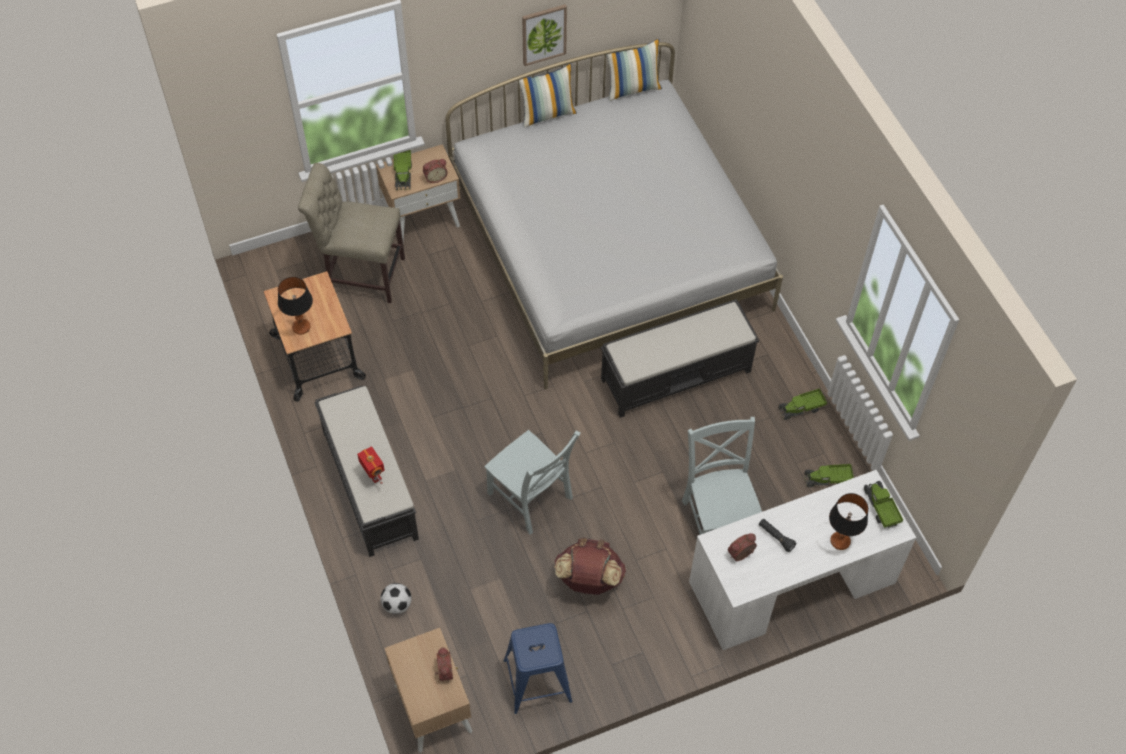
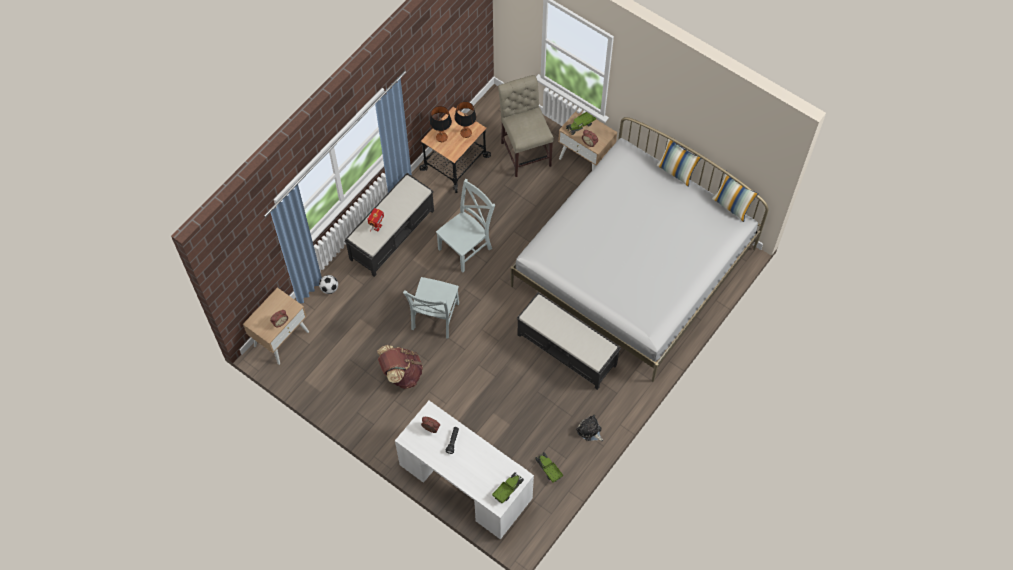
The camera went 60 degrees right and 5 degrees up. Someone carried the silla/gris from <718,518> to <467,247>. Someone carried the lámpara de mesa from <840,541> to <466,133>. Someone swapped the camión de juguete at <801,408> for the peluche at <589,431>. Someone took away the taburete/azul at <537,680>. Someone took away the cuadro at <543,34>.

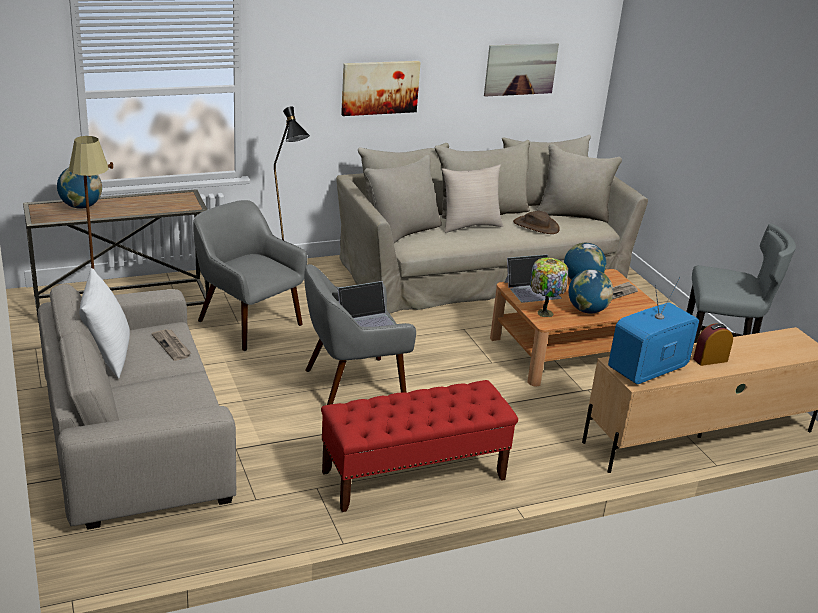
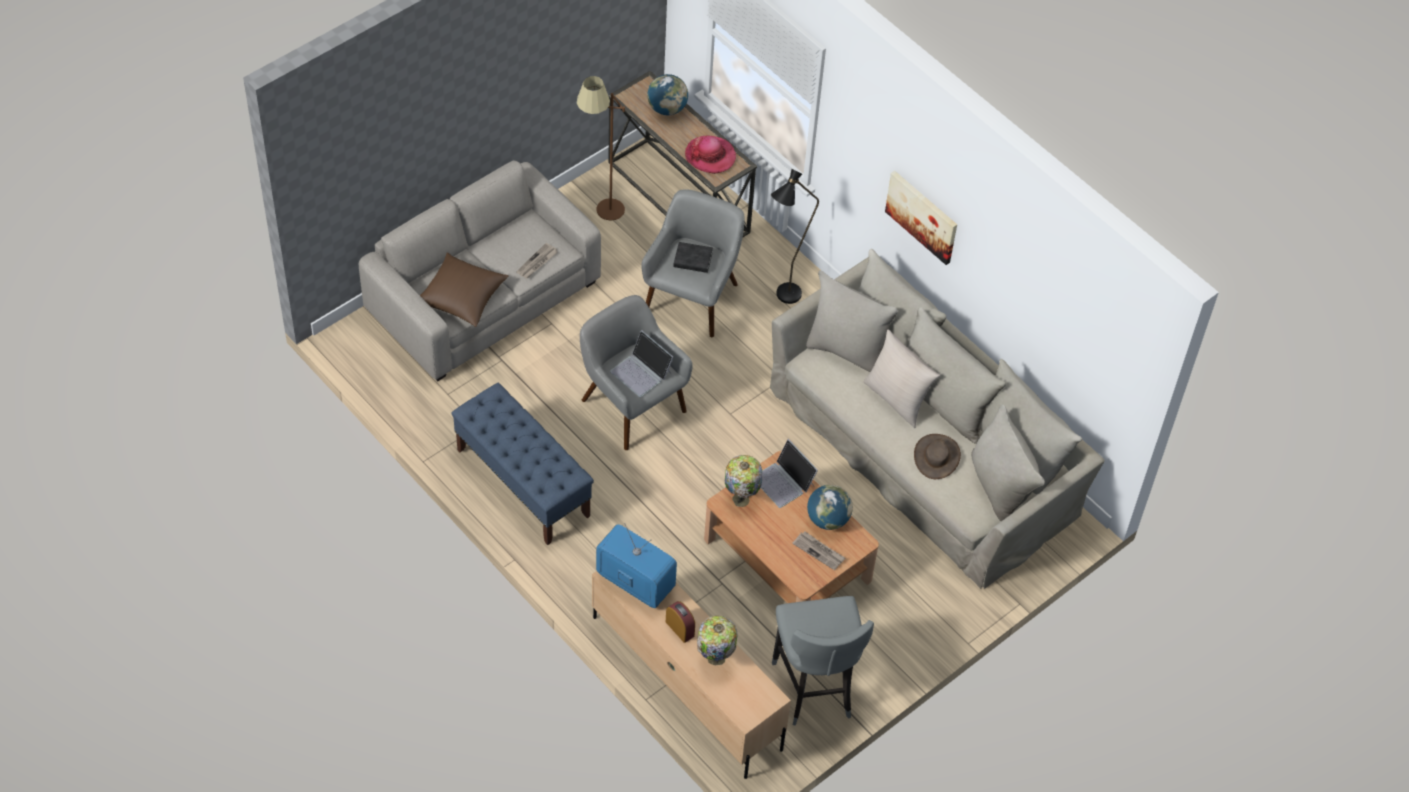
The camera went 70 degrees right and 25 degrees up. Someone put down the cojín/marrón at <461,297>. Someone repainted the banco/rojo at <413,476>, which became the banco/azul at <522,482>. Someone put down the libro/negro at <693,260>. Someone put down the sombrero at <710,156>. Someone put down the lámpara de mesa at <715,659>. Someone took away the cojín/blanco at <108,356>. Someone took away the cuadro at <520,69>. Someone took away the globo terráqueo at <587,310>.

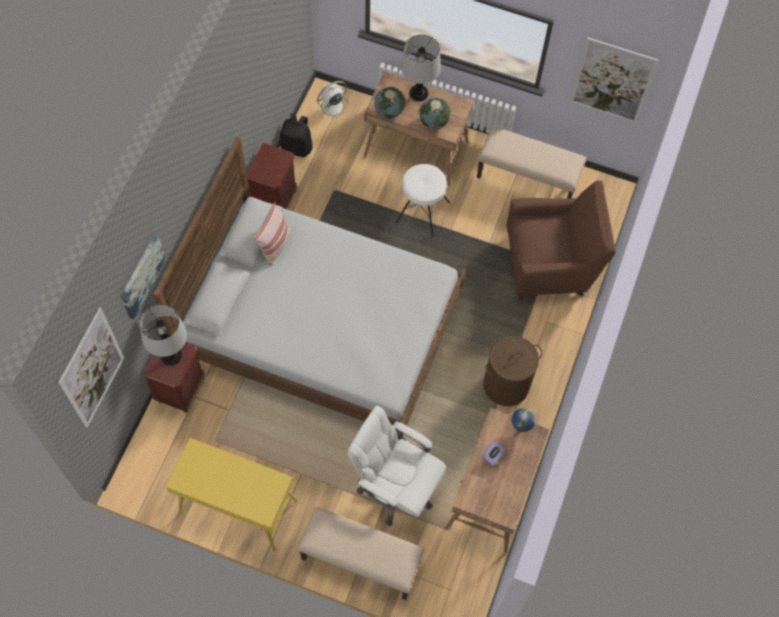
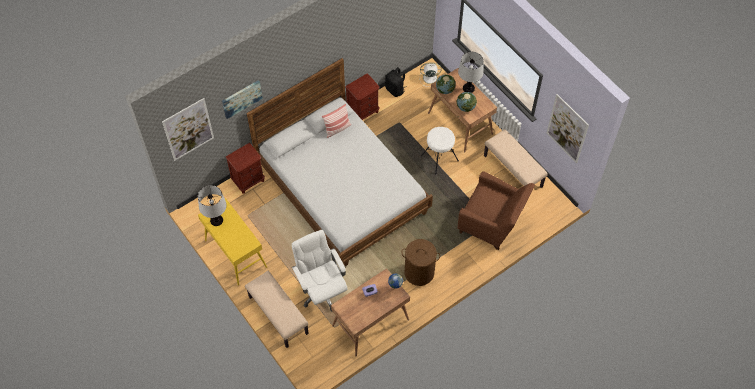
The camera went 35 degrees right and 5 degrees down. Someone carried the lámpara de mesa from <171,355> to <216,220>.

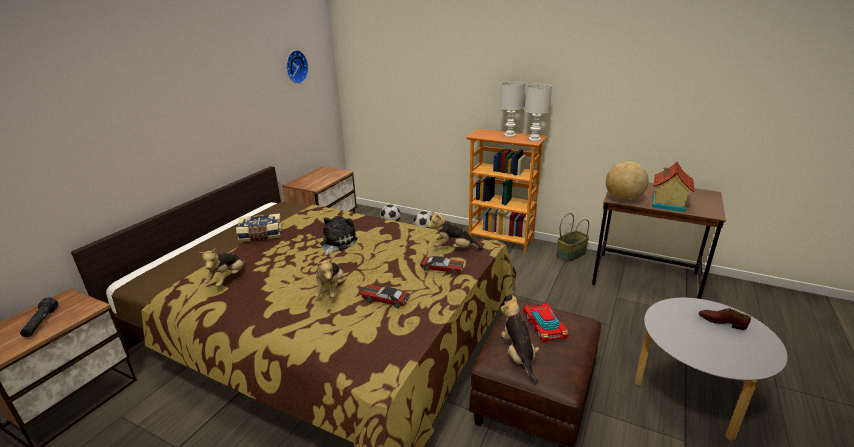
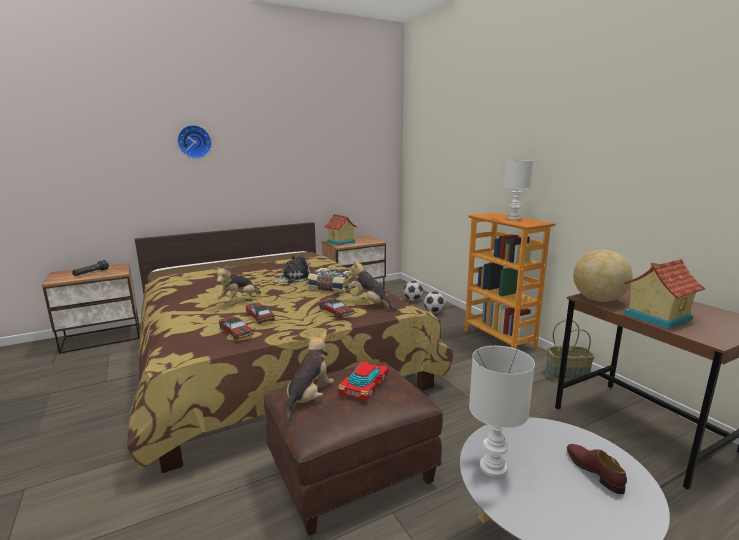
The camera went 35 degrees right and 10 degrees down. Someone carried the reloj de pared from <295,67> to <194,142>. Someone put down the coche de juguete at <236,332>. Someone carried the libro from <261,235> to <331,287>. Someone put down the casita at <340,242>. Someone carried the lámpara de mesa/blanco from <534,139> to <492,466>. Someone took away the peluche at <228,279>.

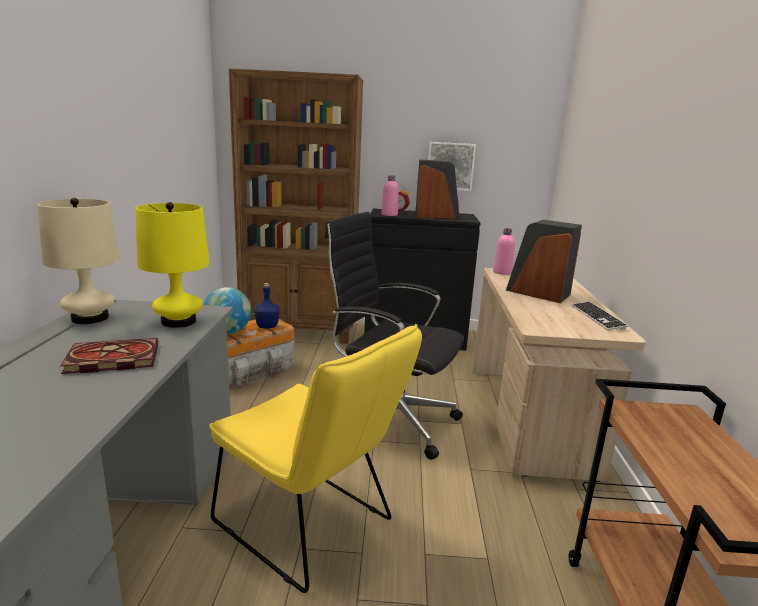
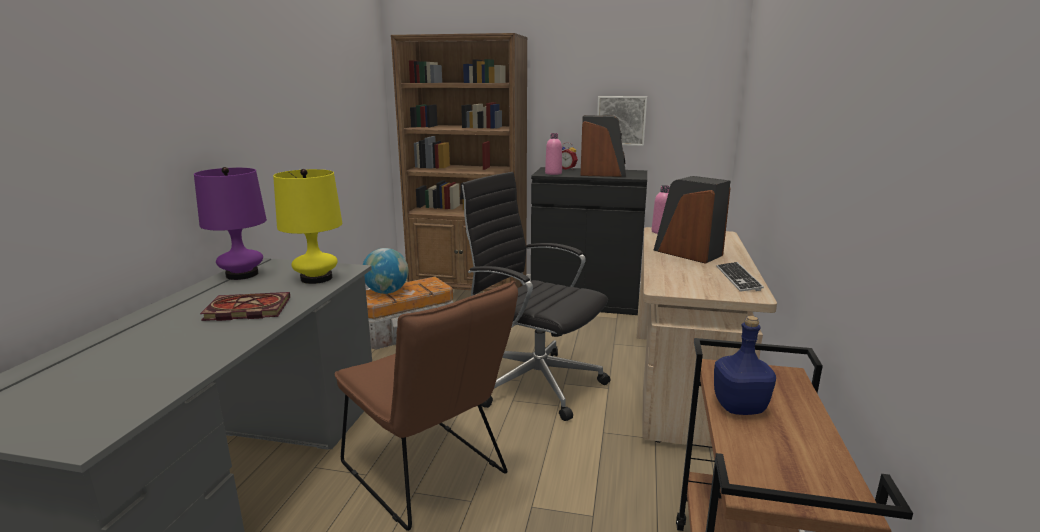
The camera went 10 degrees right and 0 degrees up. Someone repainted the lámpara de mesa/beis at <90,318>, which became the lámpara de mesa/morado at <242,274>. Someone repainted the silla/amarillo at <310,526>, which became the silla/marrón at <429,474>. Someone carried the botella/azul from <266,326> to <738,407>.

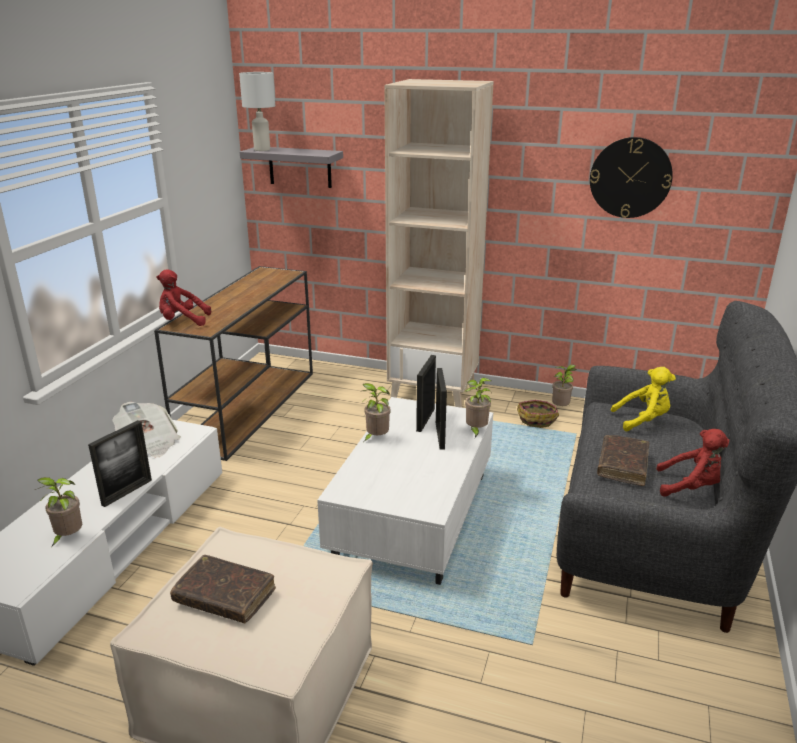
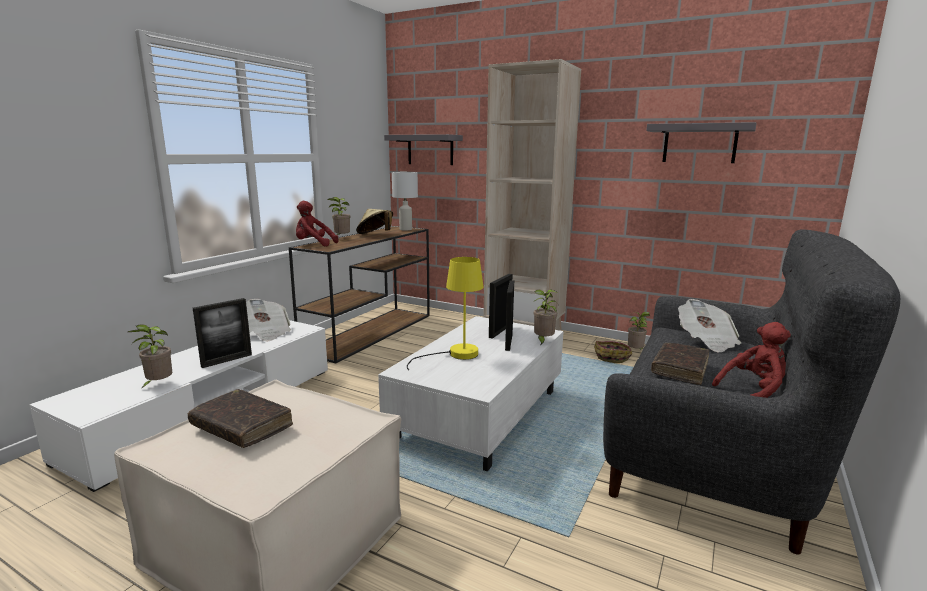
The camera went 10 degrees right and 10 degrees down. Someone carried the planta en maceta from <376,438> to <341,238>. Someone put down the sombrero/beis at <375,235>. Someone carried the lámpara de mesa/blanco from <261,150> to <405,229>. Someone put down the lámpara de mesa/amarillo at <455,355>. Someone swapped the reloj de pared at <630,178> for the estante/gris at <699,143>. Someone swapped the peluche/amarillo at <643,420> for the periódico at <706,341>. Someone rotated the peluche/rojo at <691,487> by 45 degrees counterclockwise.

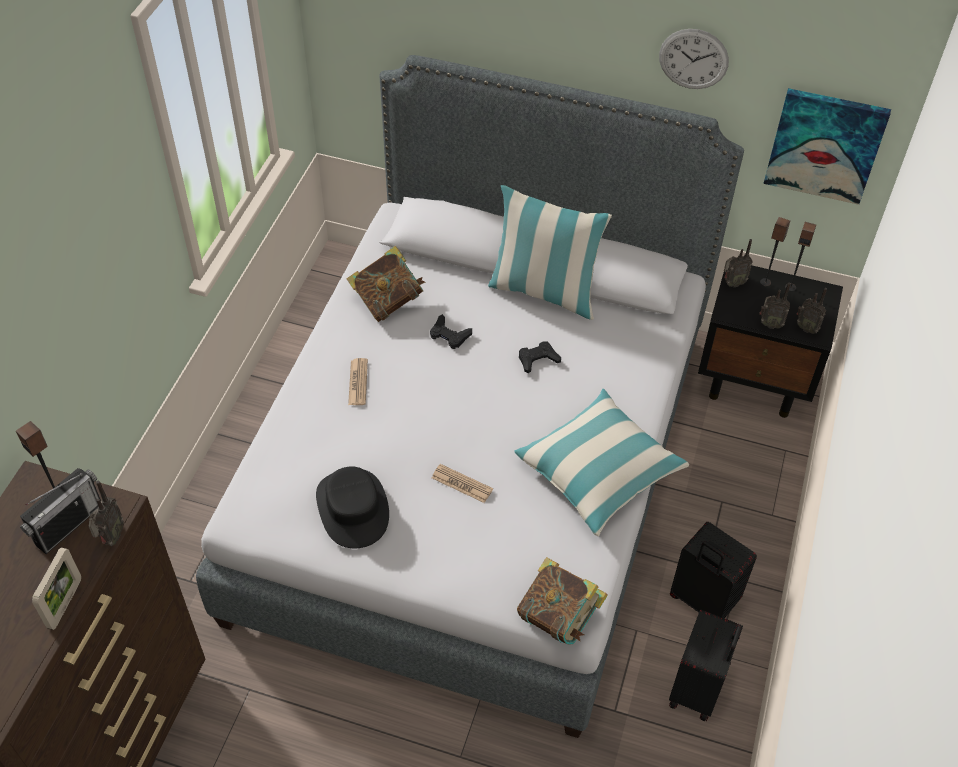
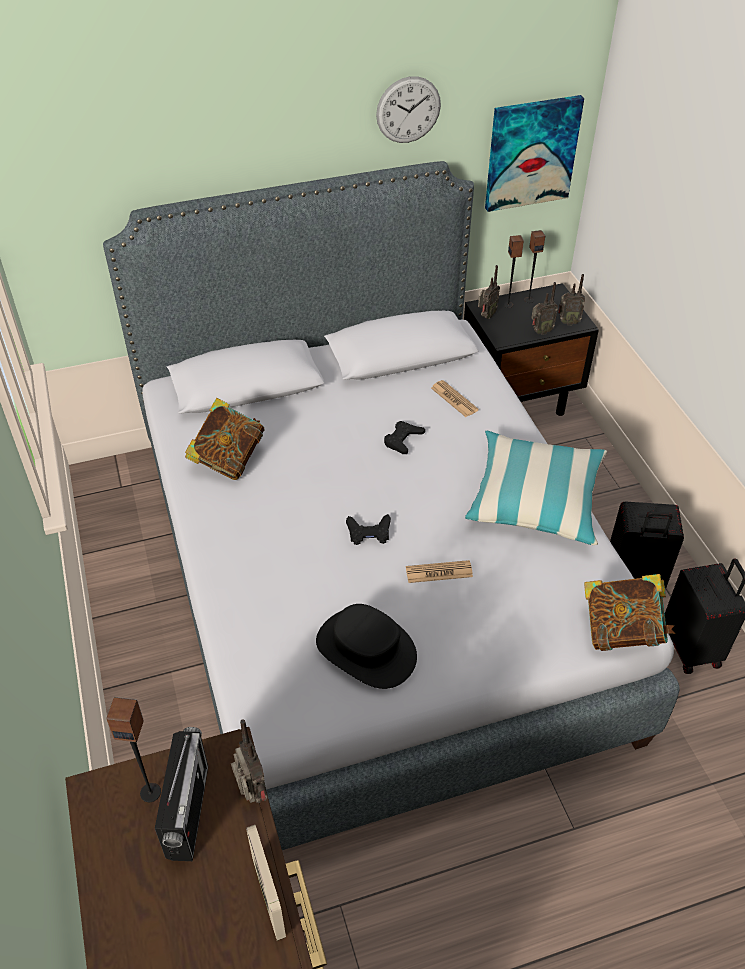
The camera went 35 degrees left and 5 degrees down. Someone carried the mando de consola/negro from <449,335> to <369,533>. Someone carried the periódico from <358,382> to <454,399>. Someone took away the cojín at <544,291>.

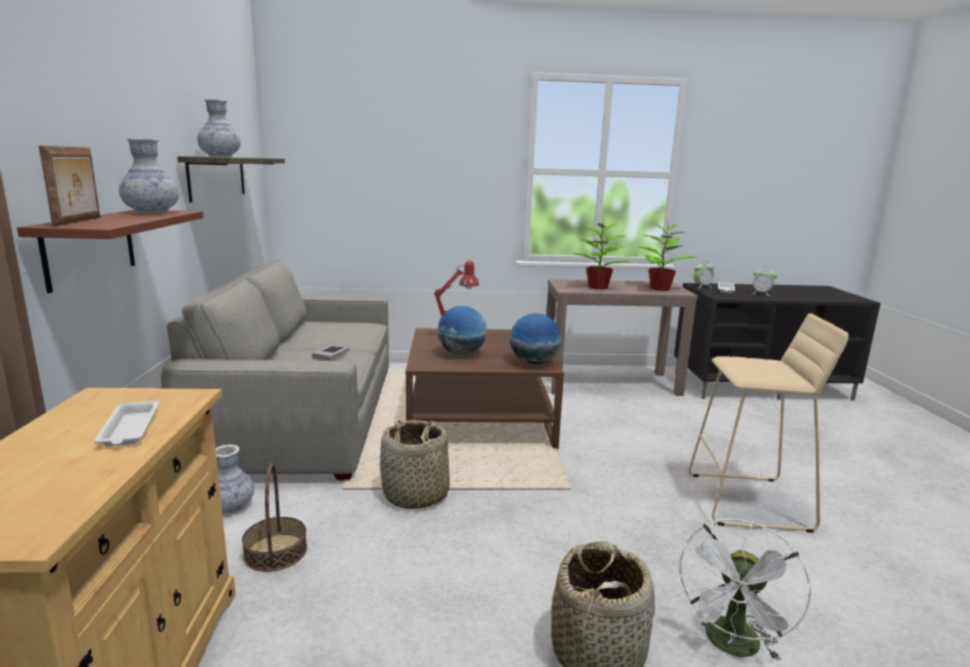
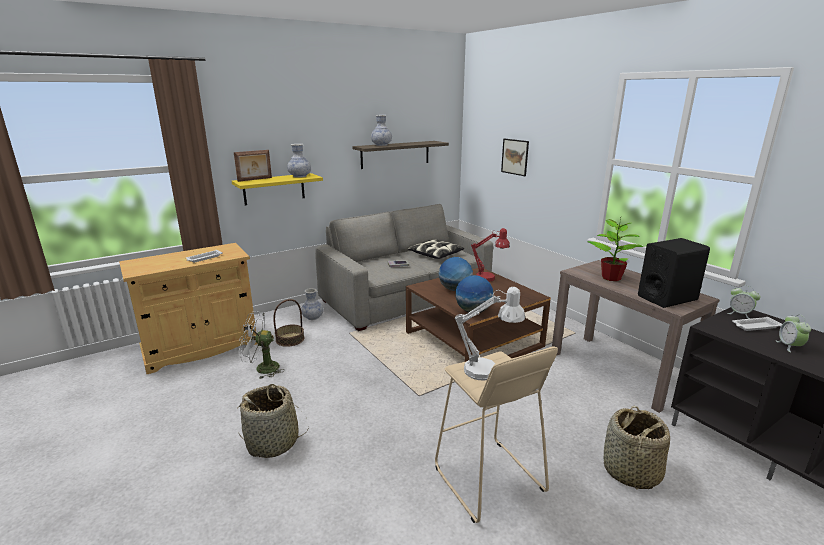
The camera went 60 degrees right and 5 degrees up. Someone repainted the estante/marrón at <90,247>, which became the estante/amarillo at <274,189>. Someone carried the ventilador/blanco from <732,647> to <262,368>. Someone put down the cojín at <436,254>. Someone put down the lámpara de mesa/blanco at <488,371>. Someone put up the cuadro at <515,157>. Someone carried the cesta from <416,495> to <630,471>. Someone swapped the planta en maceta at <659,289> for the altavoz/negro at <667,298>.

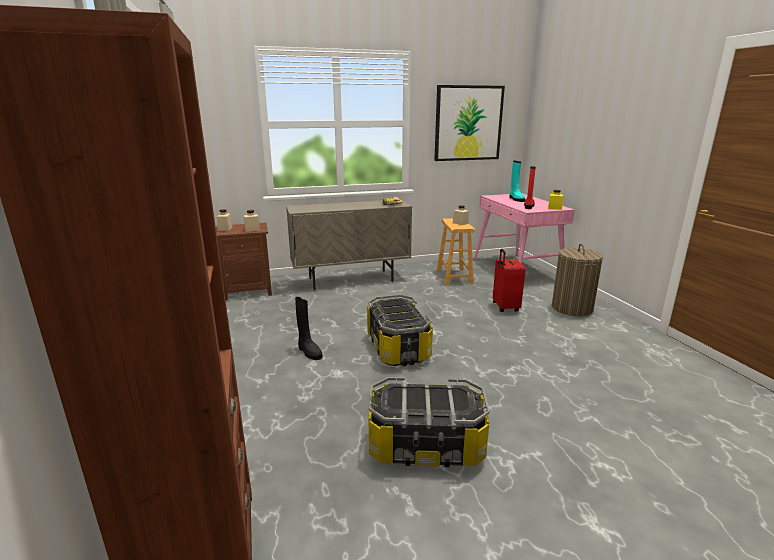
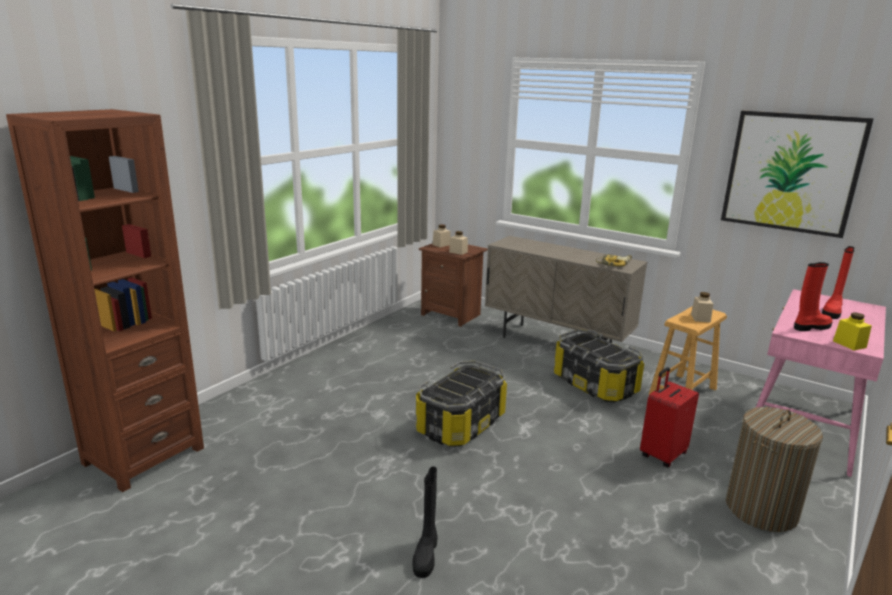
The camera went 50 degrees right and 0 degrees up. Someone carried the bota/negro from <309,352> to <426,555>. Someone carried the caja de almacenaje from <426,446> to <594,385>. Someone repainted the bota/turquesa at <516,199>, which became the bota/rojo at <832,311>.

